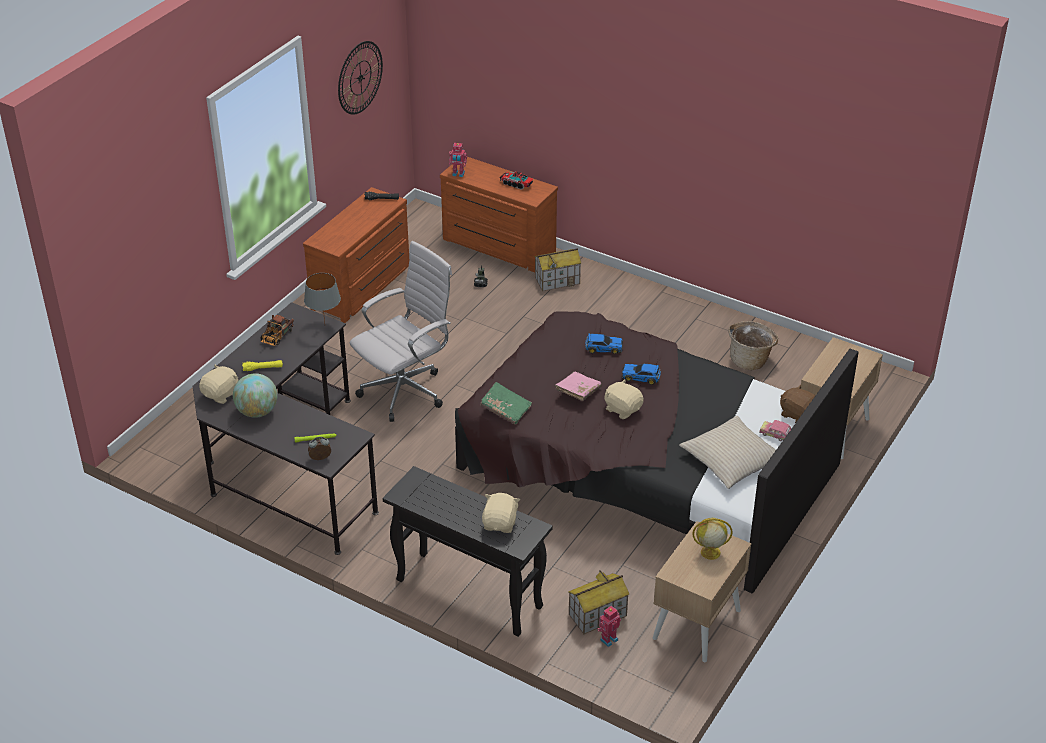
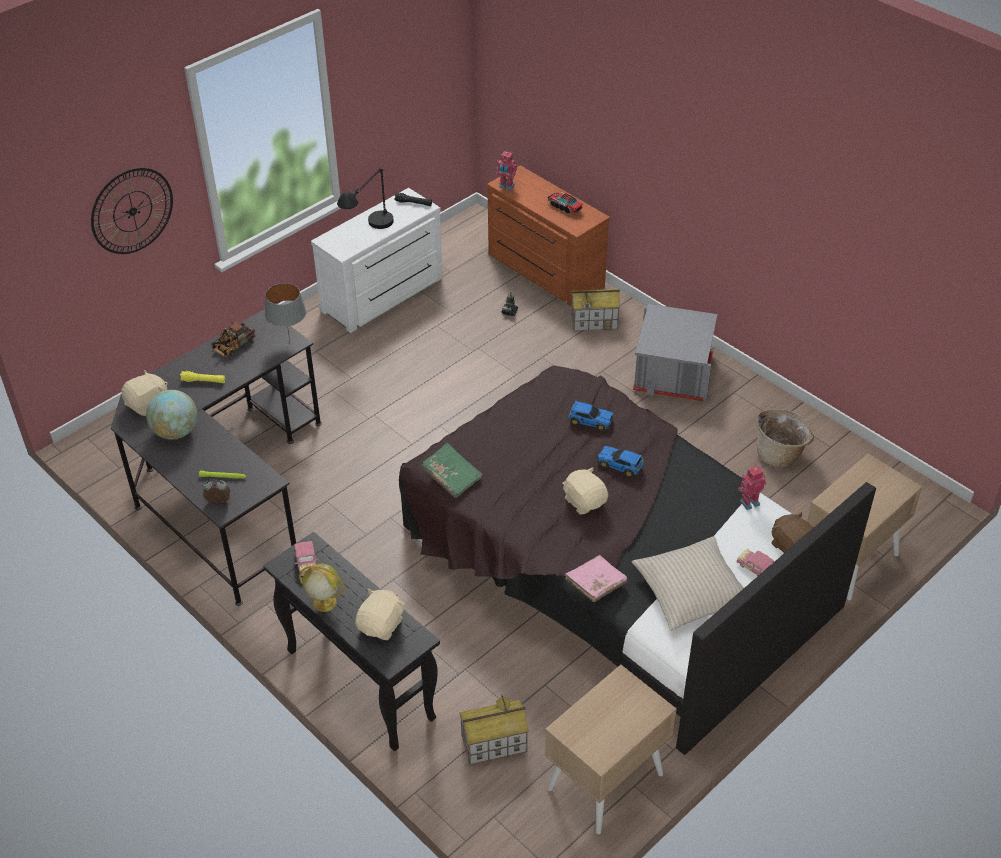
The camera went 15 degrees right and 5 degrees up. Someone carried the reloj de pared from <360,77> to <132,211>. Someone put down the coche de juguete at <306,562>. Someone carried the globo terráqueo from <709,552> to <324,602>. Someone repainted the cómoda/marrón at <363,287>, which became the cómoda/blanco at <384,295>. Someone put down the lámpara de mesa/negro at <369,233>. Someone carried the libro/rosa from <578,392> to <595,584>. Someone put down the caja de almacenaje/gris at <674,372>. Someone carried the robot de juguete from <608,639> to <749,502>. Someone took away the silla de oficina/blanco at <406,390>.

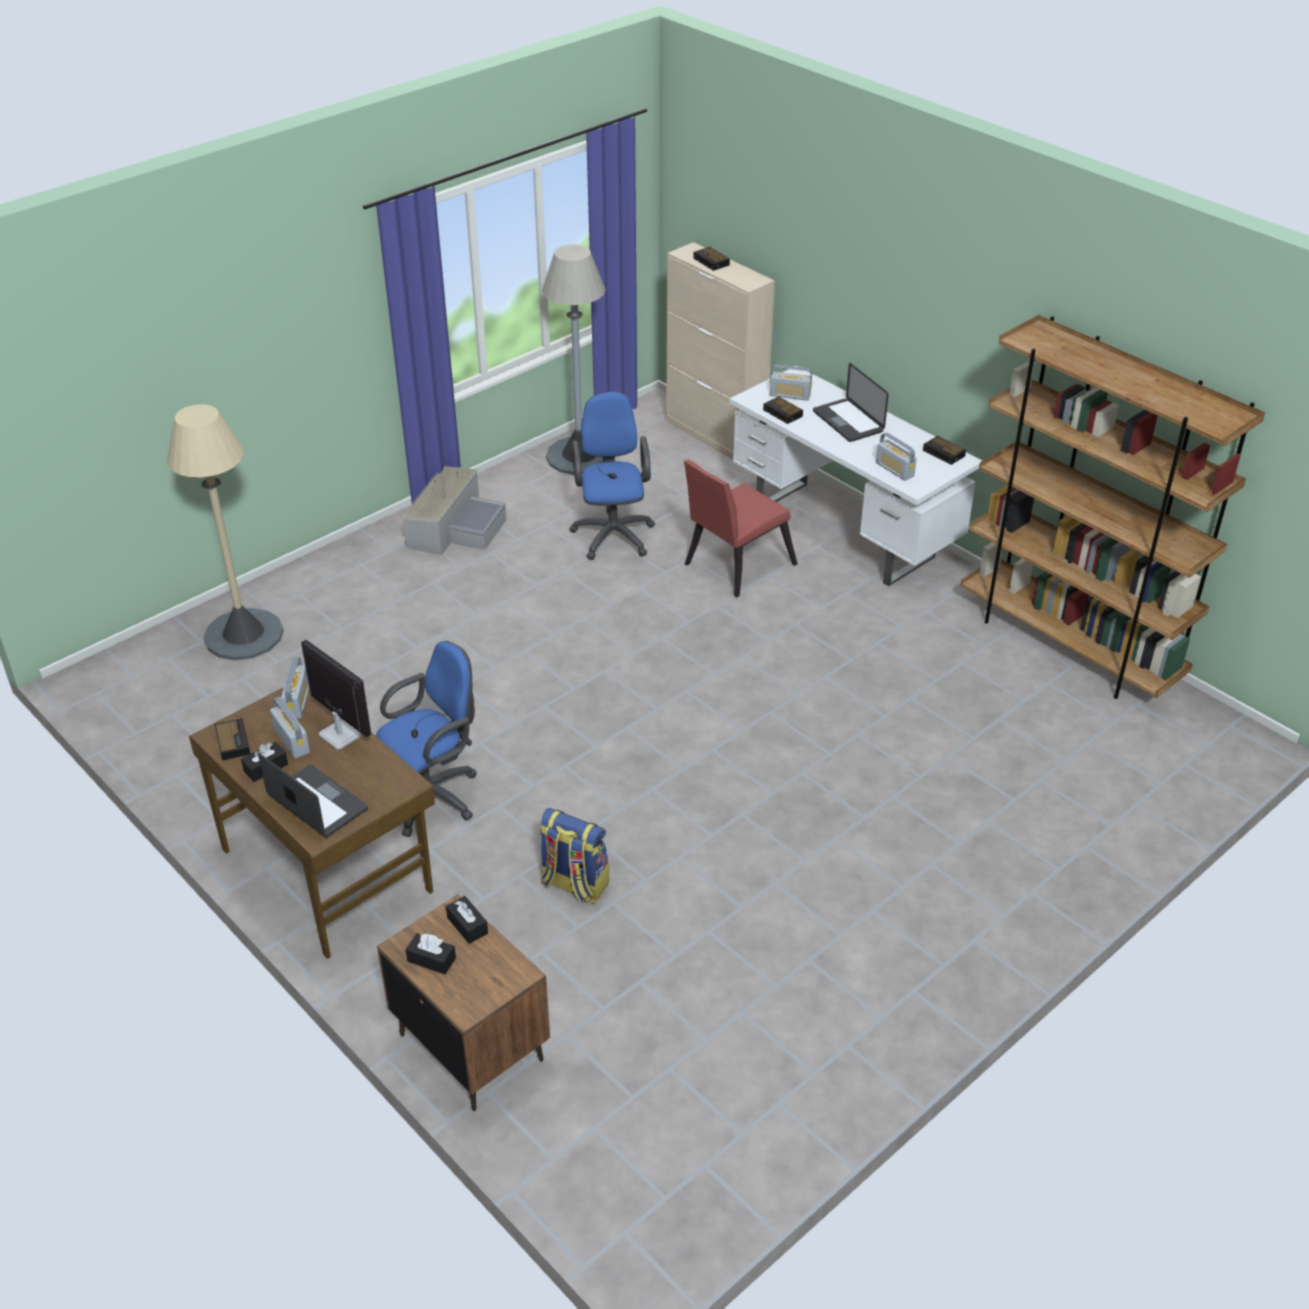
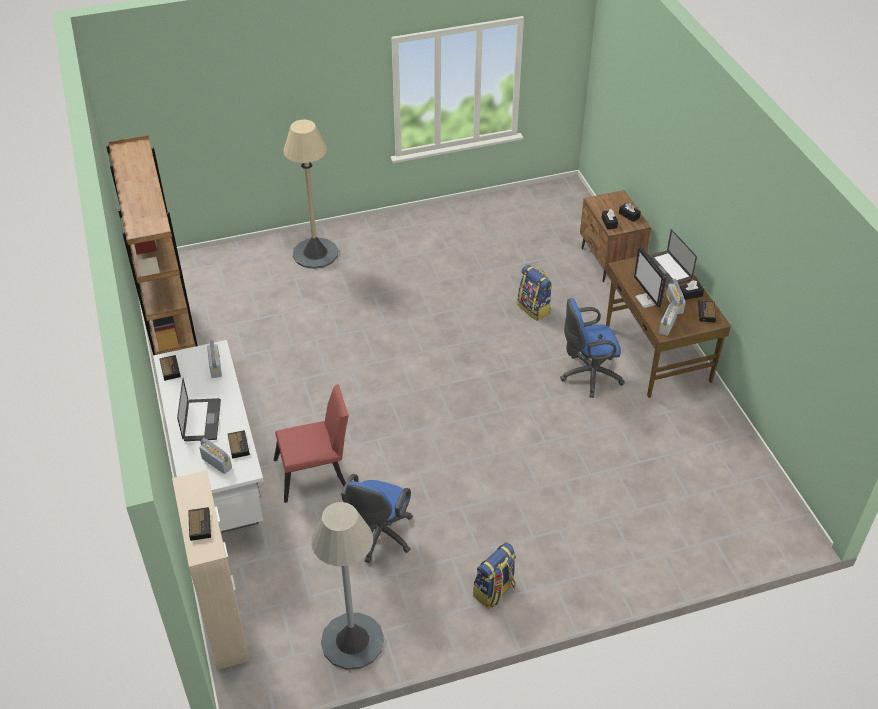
The camera went 155 degrees left and 5 degrees up. Someone carried the lámpara de pie/beis from <244,635> to <315,253>. Someone swapped the caja de almacenaje/gris at <455,526> for the mochila at <494,591>.

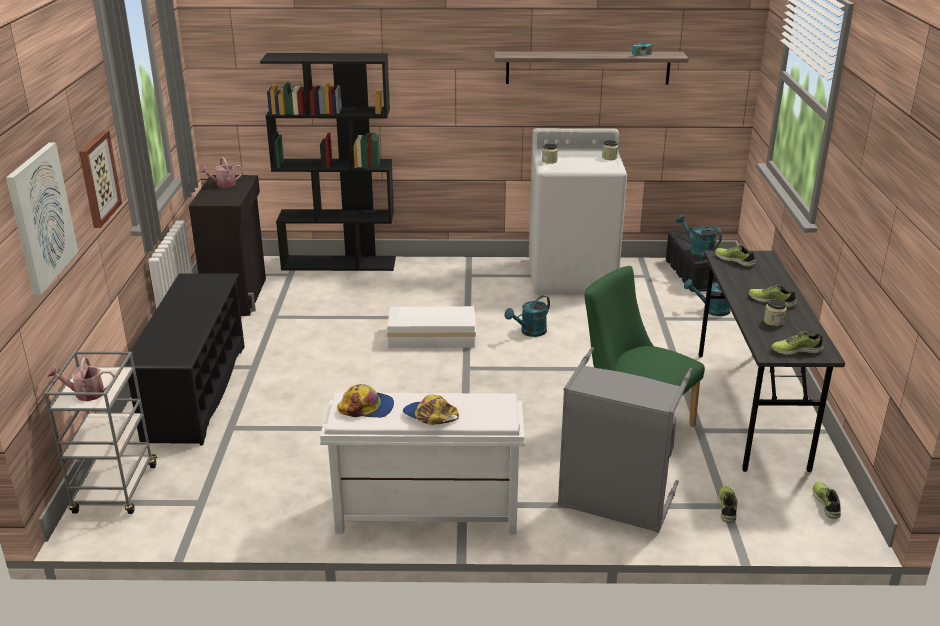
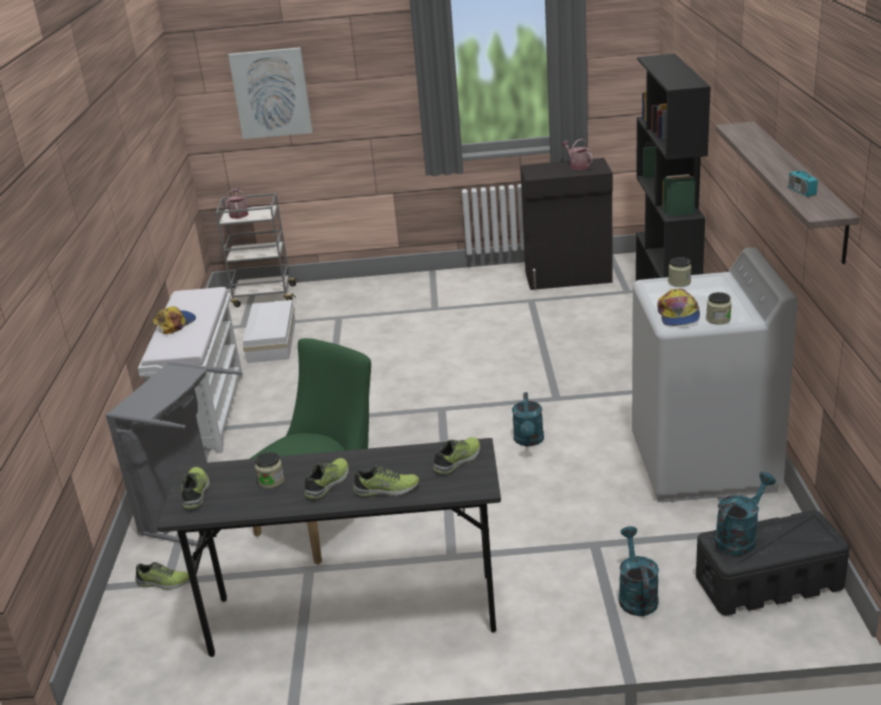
The camera went 90 degrees right and 0 degrees up. Someone carried the caja de almacenaje/blanco from <430,336> to <273,340>. Someone carried the zapato from <826,503> to <386,490>. Someone rotated the regadera/turquesa at <530,332> by 135 degrees counterclockwise. Someone carried the gorra from <367,407> to <678,315>. Someone took away the cuadro at <98,178>. Someone took away the zapatero/negro at <196,391>.

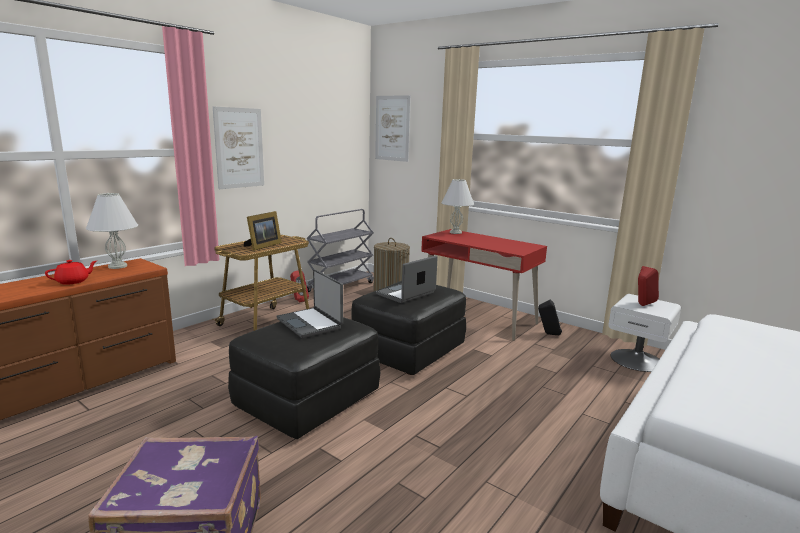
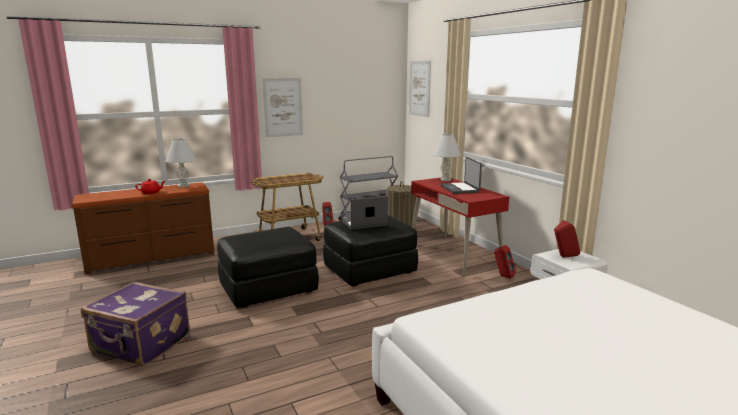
The camera went 25 degrees right and 0 degrees up. Someone carried the portátil from <310,323> to <460,189>. Someone repainted the altavoz/negro at <548,334>, which became the altavoz/rojo at <503,276>. Someone took away the portarretratos at <262,246>.

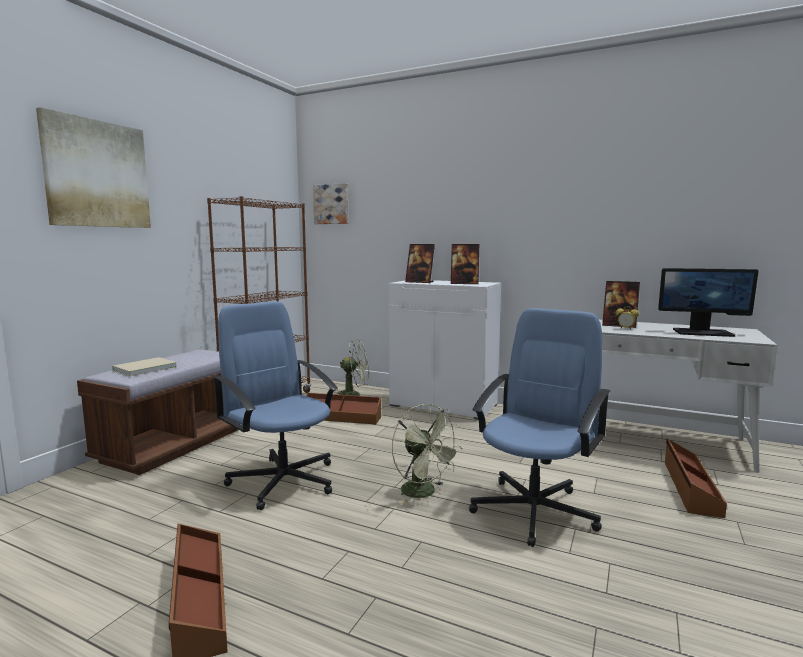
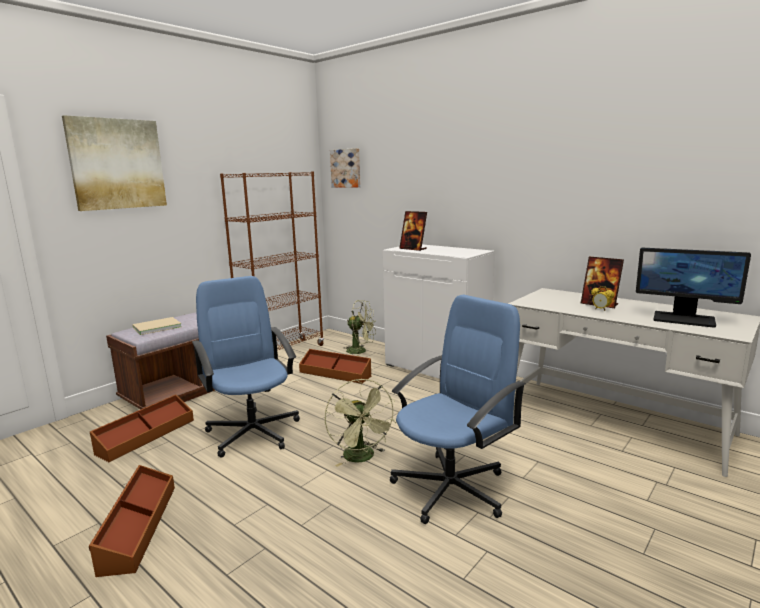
The camera went 15 degrees right and 5 degrees up. Someone carried the caja de almacenaje/marrón from <689,487> to <146,436>. Someone took away the portarretratos at <464,283>.

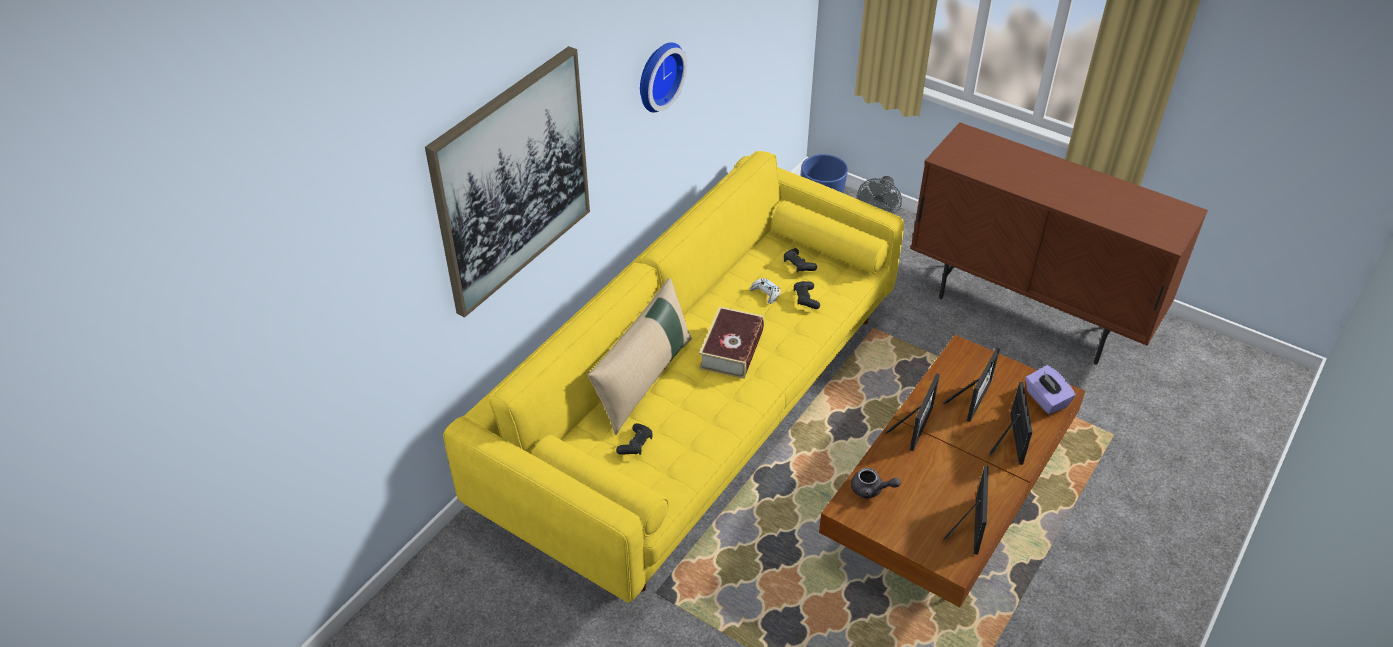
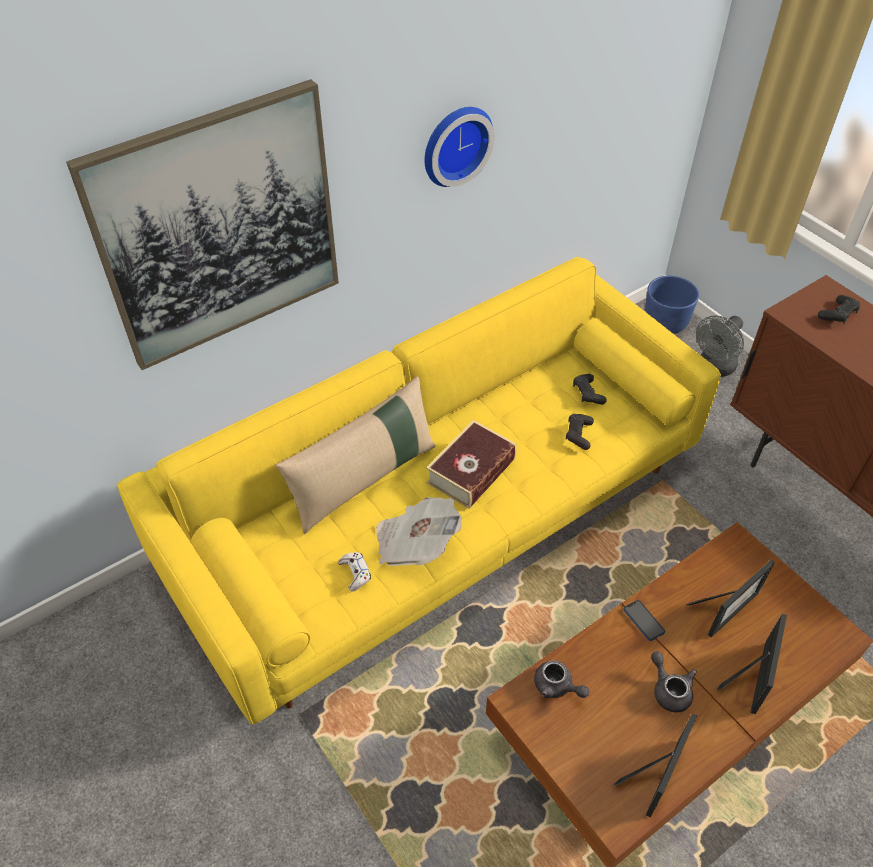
The camera went 20 degrees right and 5 degrees up. Someone carried the mando de consola/blanco from <766,293> to <355,573>. Someone put down the periódico at <415,544>. Someone swapped the portarretratos at <915,425> for the móvil at <643,621>. Someone put down the tetera/gris at <669,689>. Someone carried the mando de consola/negro from <635,444> to <837,314>. Someone took away the caja de pañuelos/morado at <1045,400>.

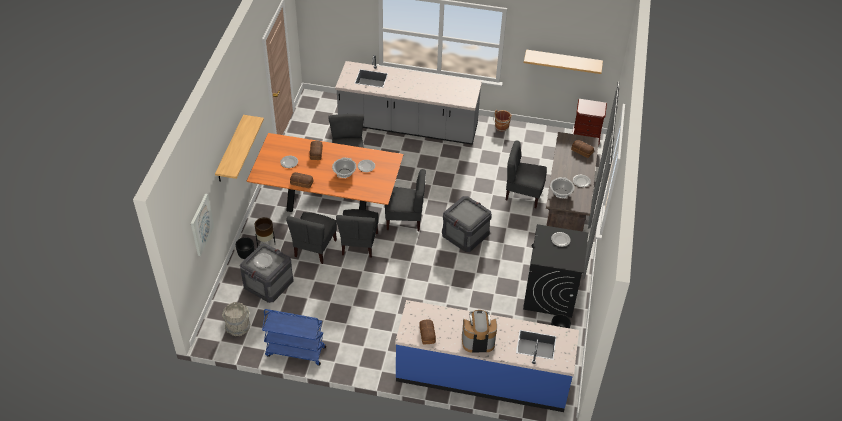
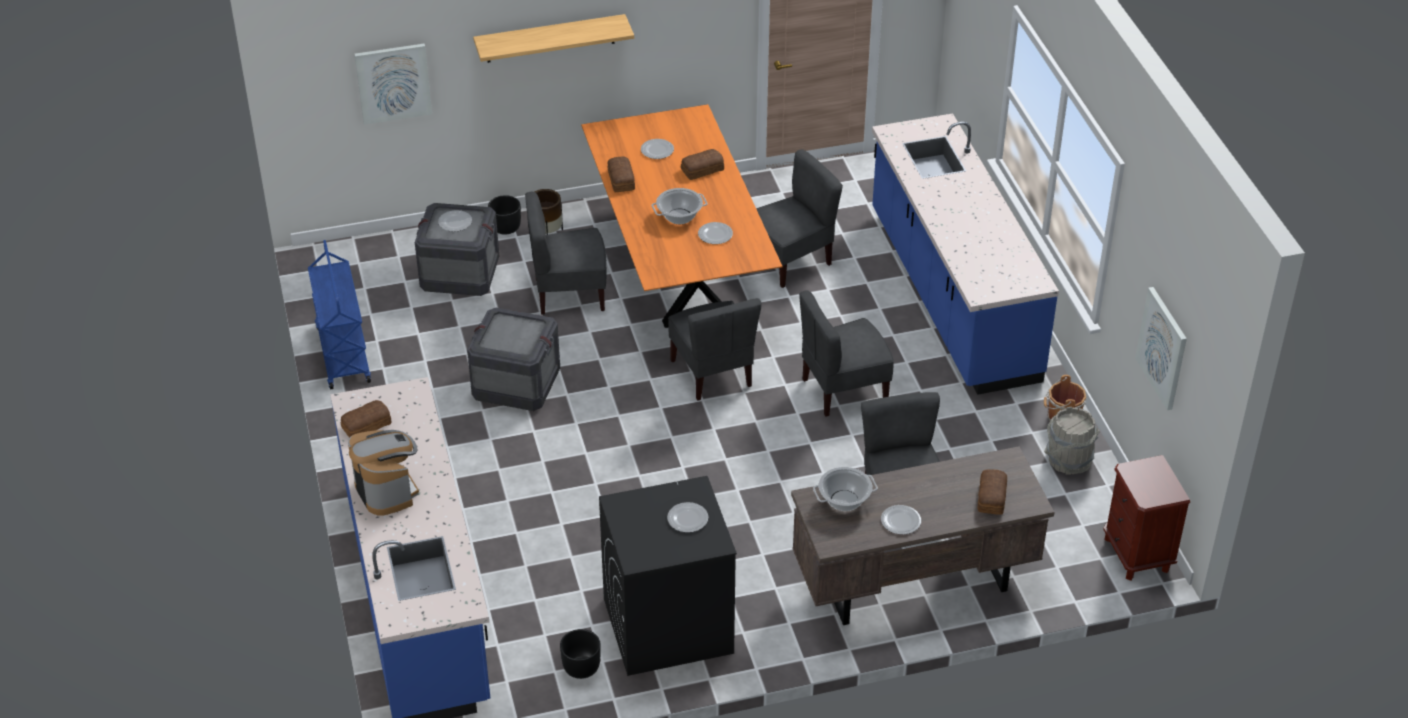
The camera went 65 degrees right and 5 degrees down. Someone carried the caja de embalaje from <465,235> to <516,383>. Someone carried the silla/gris from <359,244> to <843,390>. Someone repainted the mueble bajo de cocina/gris at <408,126>, which became the mueble bajo de cocina/azul at <951,296>. Someone carried the cubo/gris from <238,327> to <1068,460>. Someone swapped the estante at <563,61> for the cuadro at <1162,348>.

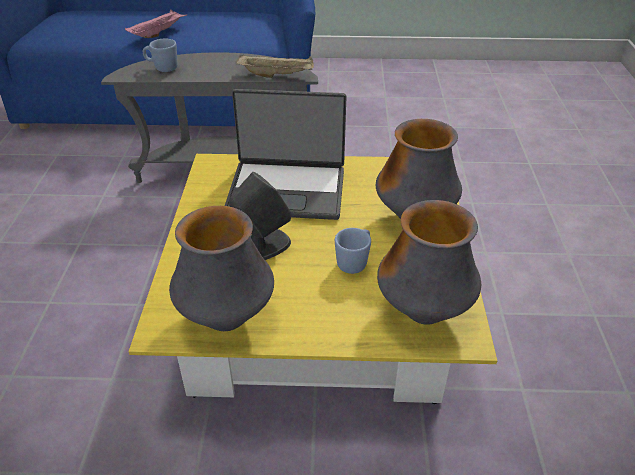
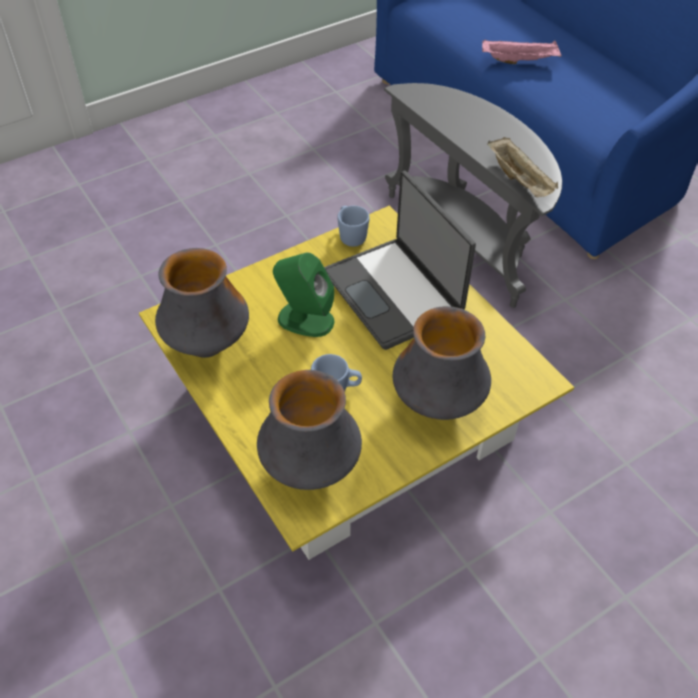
The camera went 55 degrees right and 10 degrees up. Someone repainted the altavoz/gris at <262,246>, which became the altavoz/verde at <305,319>. Someone carried the taza grande/azul from <162,68> to <350,236>.

